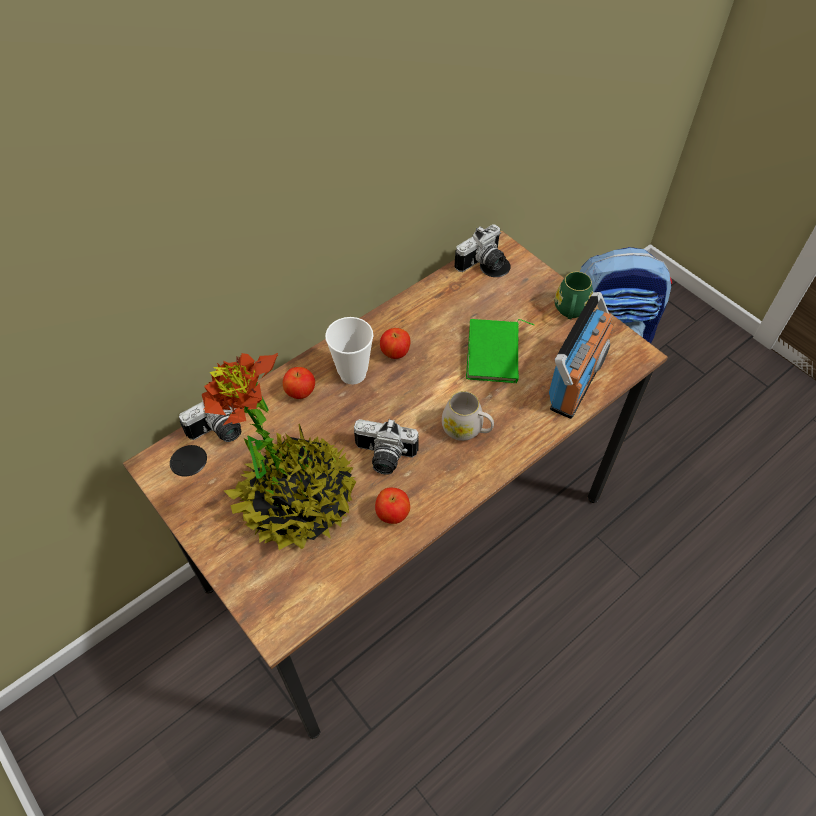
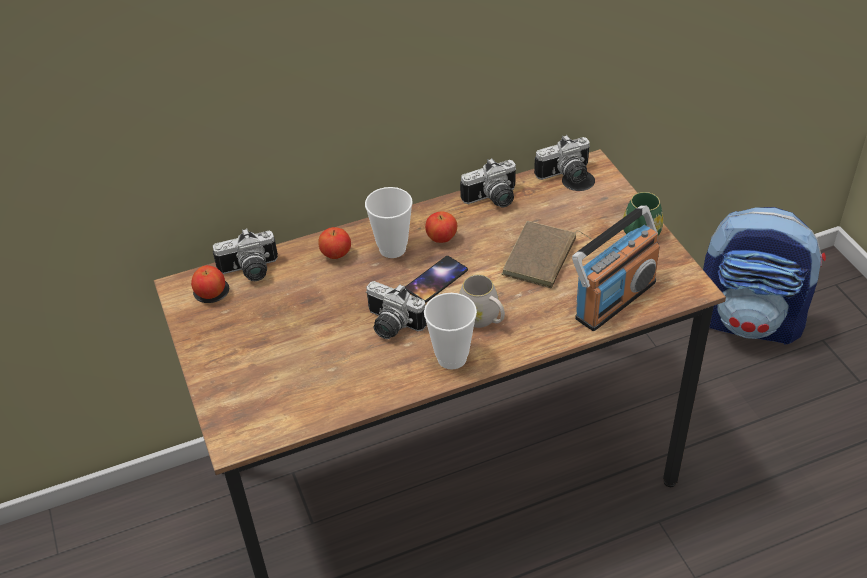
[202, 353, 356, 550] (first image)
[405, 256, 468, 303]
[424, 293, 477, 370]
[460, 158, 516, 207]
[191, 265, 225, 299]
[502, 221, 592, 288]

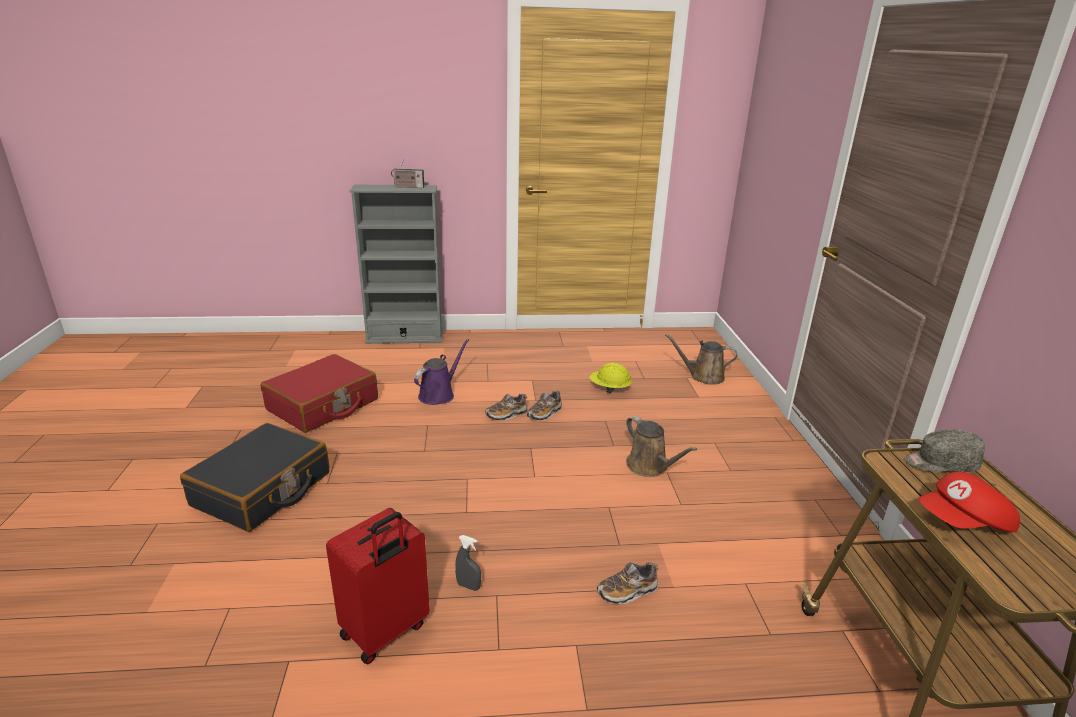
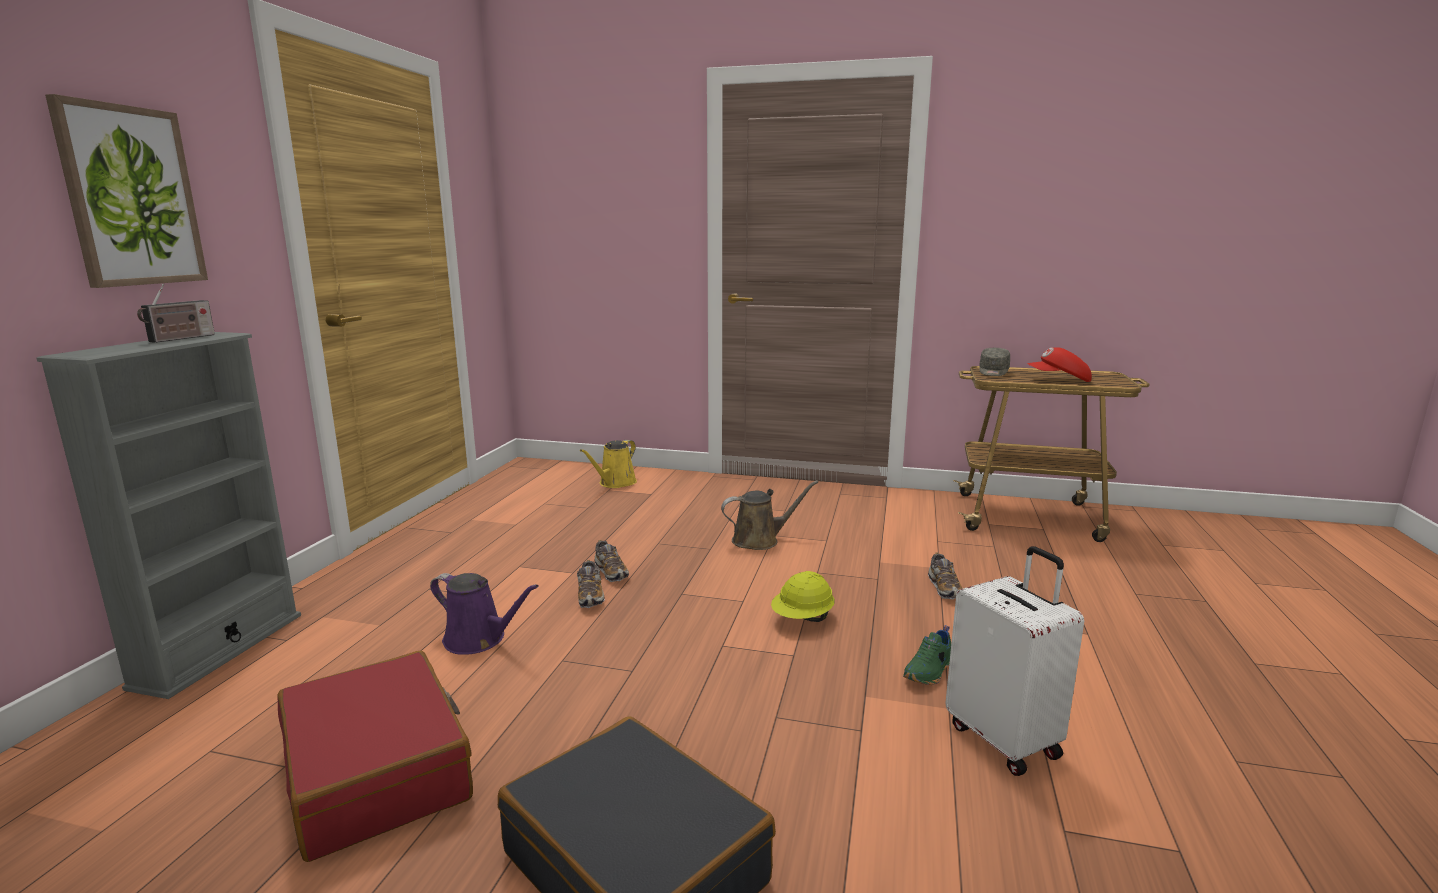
[45, 94, 208, 288]
[771, 571, 835, 622]
[903, 625, 951, 685]
[946, 546, 1084, 776]
[580, 440, 637, 488]
[430, 573, 539, 655]
[1027, 347, 1092, 382]

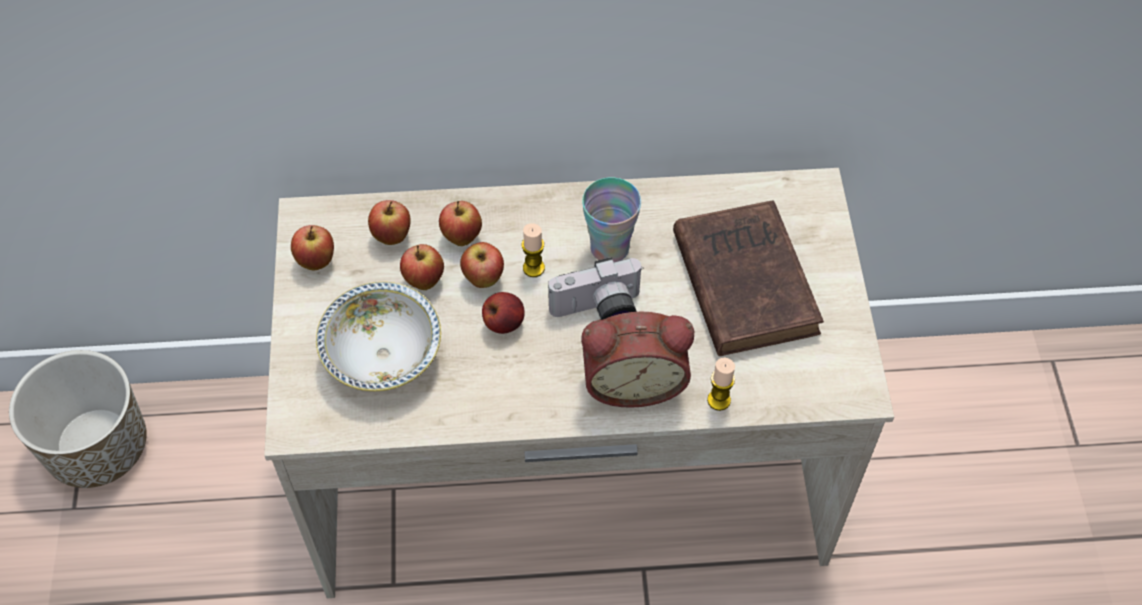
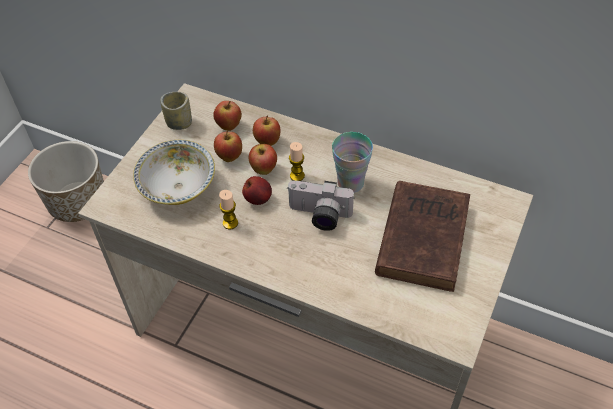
[581, 312, 694, 408] (first image)
[219, 190, 238, 229]
[160, 92, 192, 130]

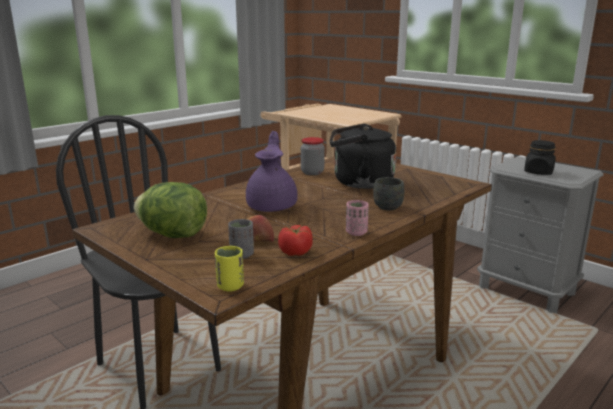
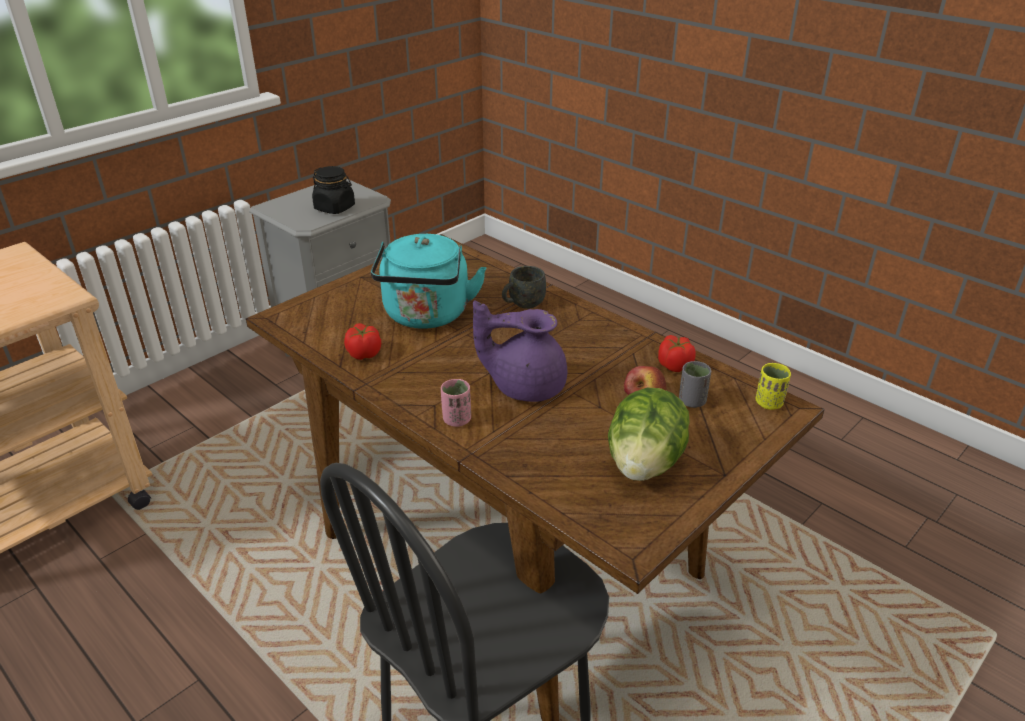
[441, 379, 471, 427]
[344, 323, 381, 360]
[371, 234, 487, 329]

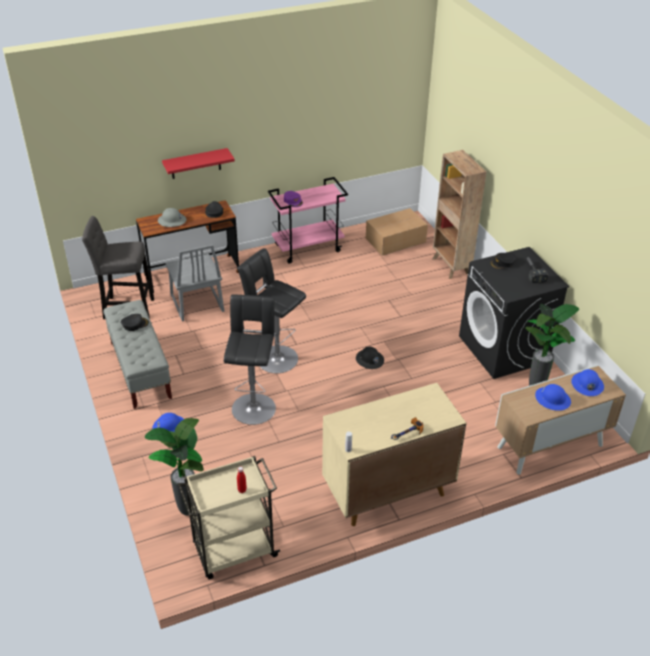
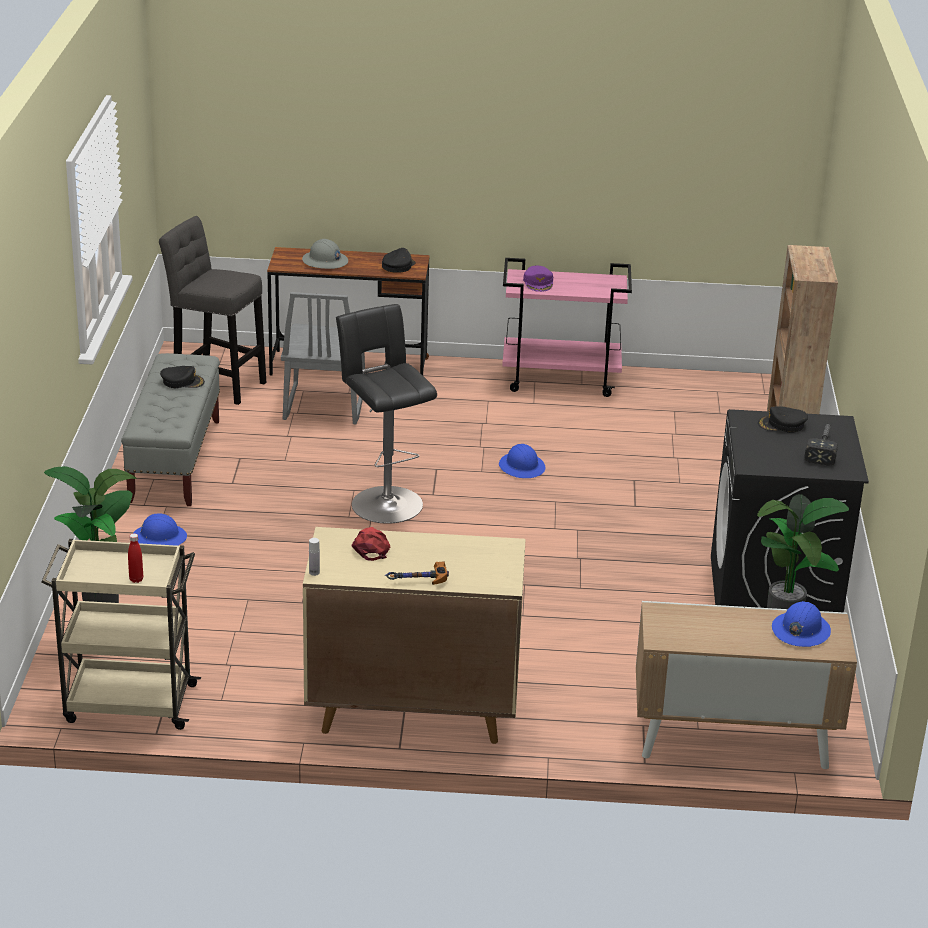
[162, 148, 235, 179] (first image)
[224, 295, 276, 425] (first image)
[356, 346, 384, 369] (first image)
[366, 208, 428, 256] (first image)
[351, 527, 390, 561]
[499, 444, 546, 478]

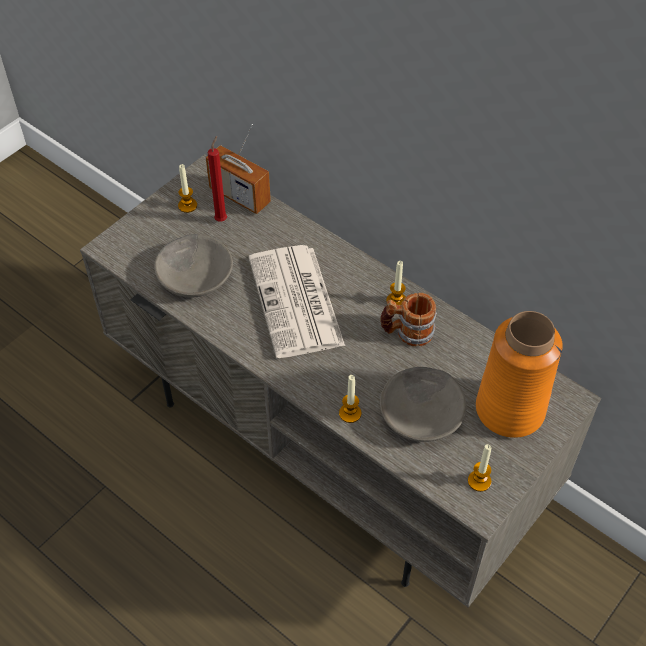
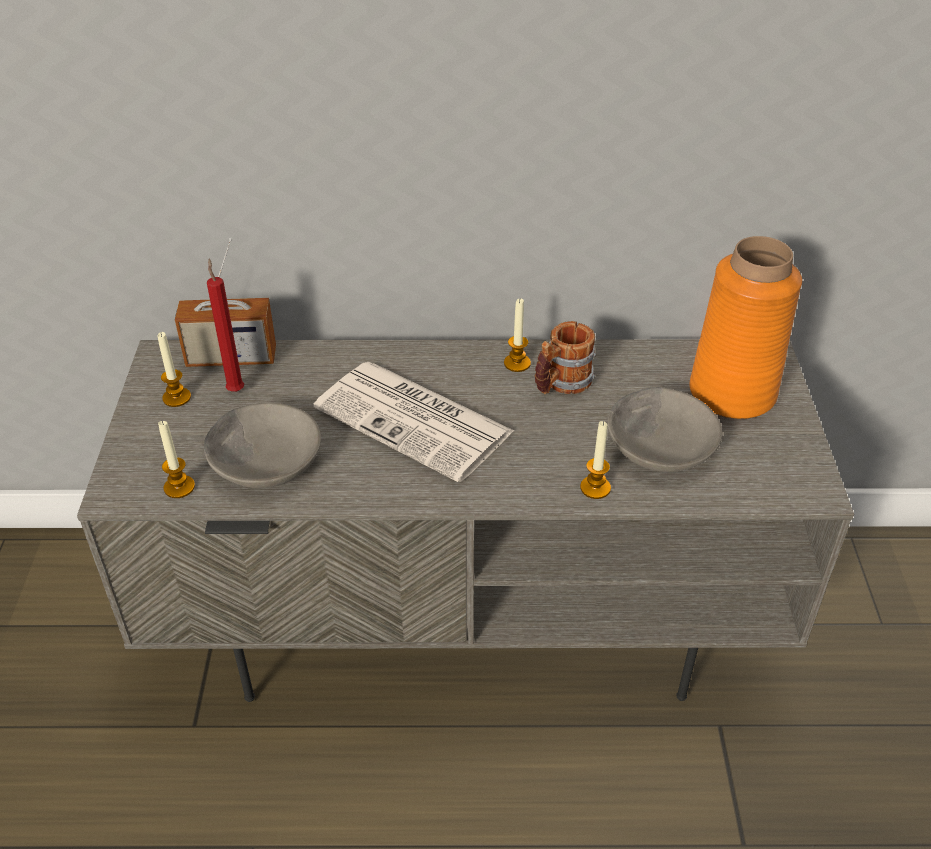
[158, 421, 195, 498]

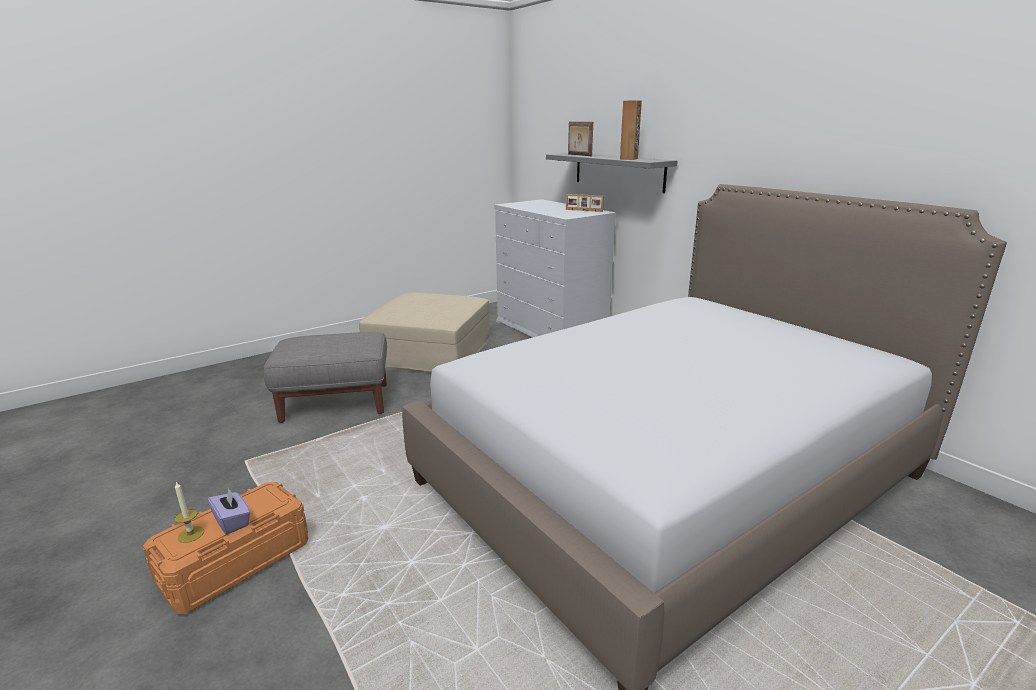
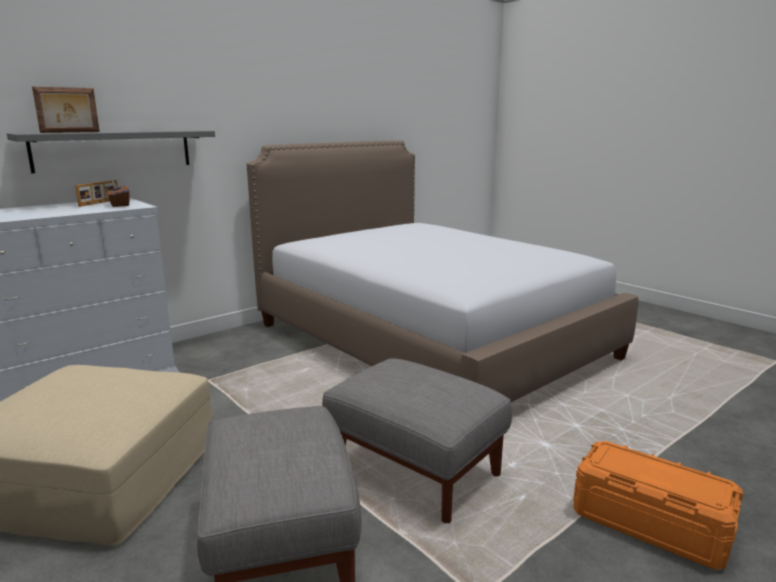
[174, 482, 204, 543] (first image)
[208, 488, 250, 535] (first image)
[620, 100, 642, 160] (first image)
[106, 181, 130, 207]
[322, 358, 512, 523]

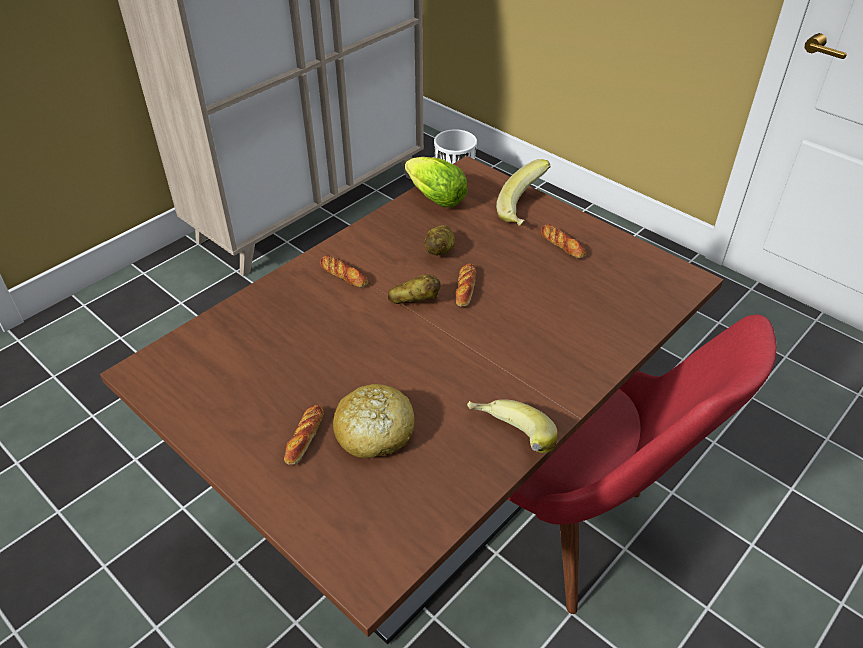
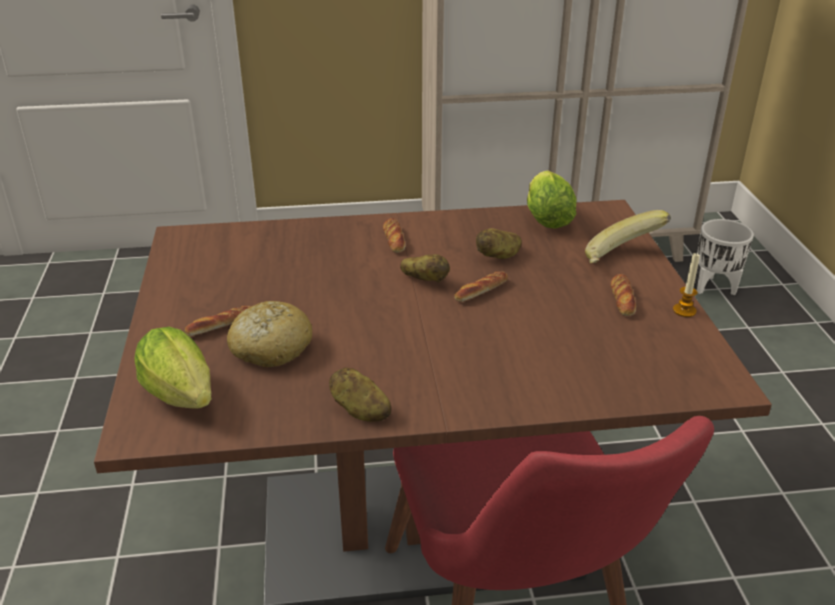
[134, 327, 212, 408]
[673, 252, 700, 317]
[329, 367, 391, 422]

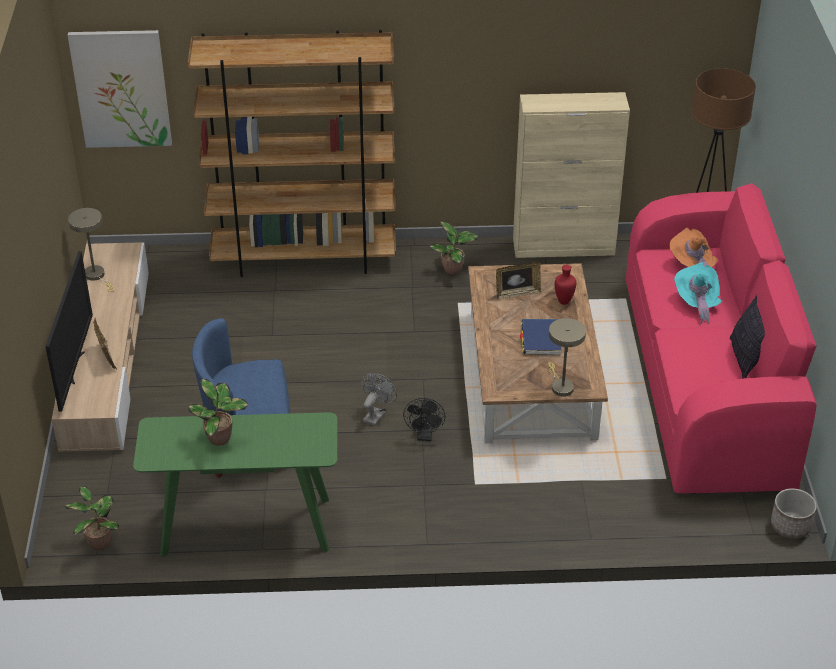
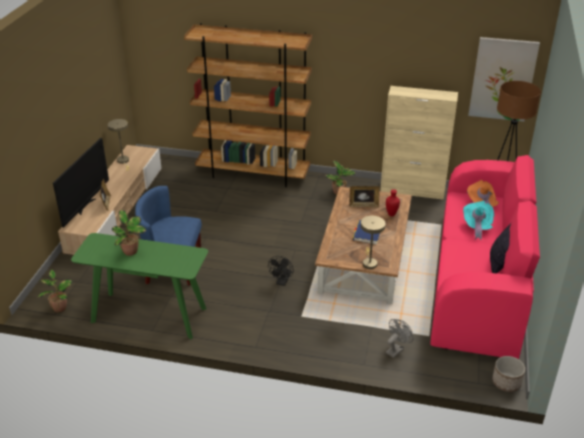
[468, 37, 540, 121]
[386, 319, 413, 358]

